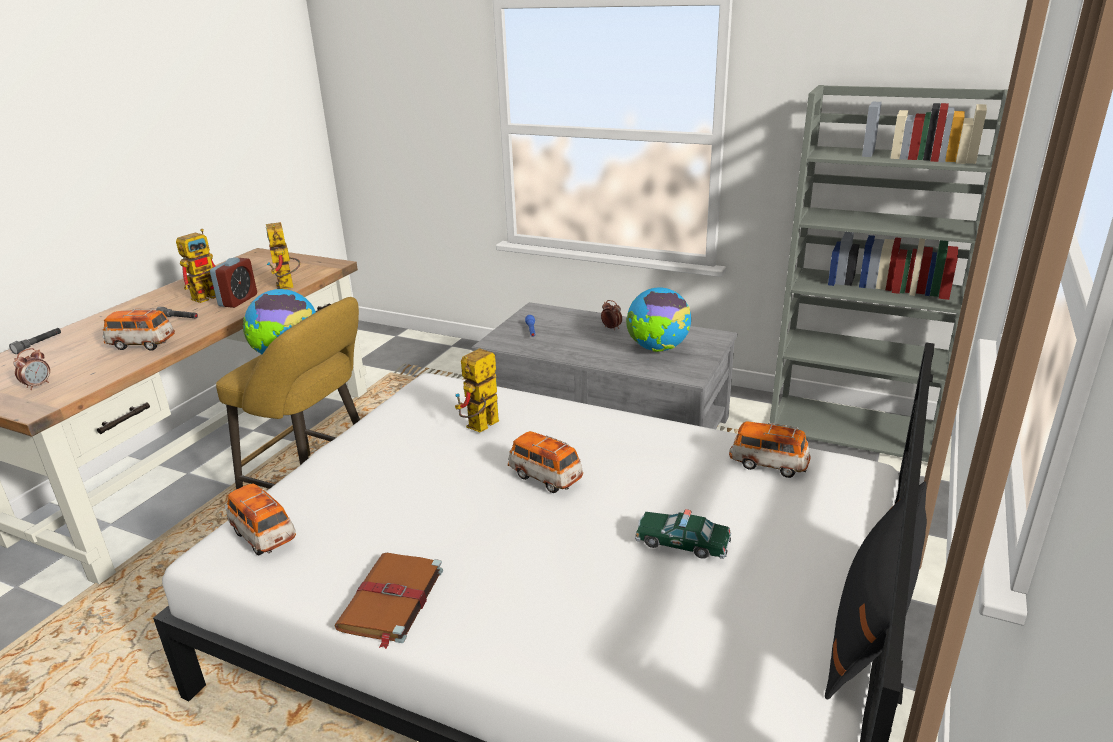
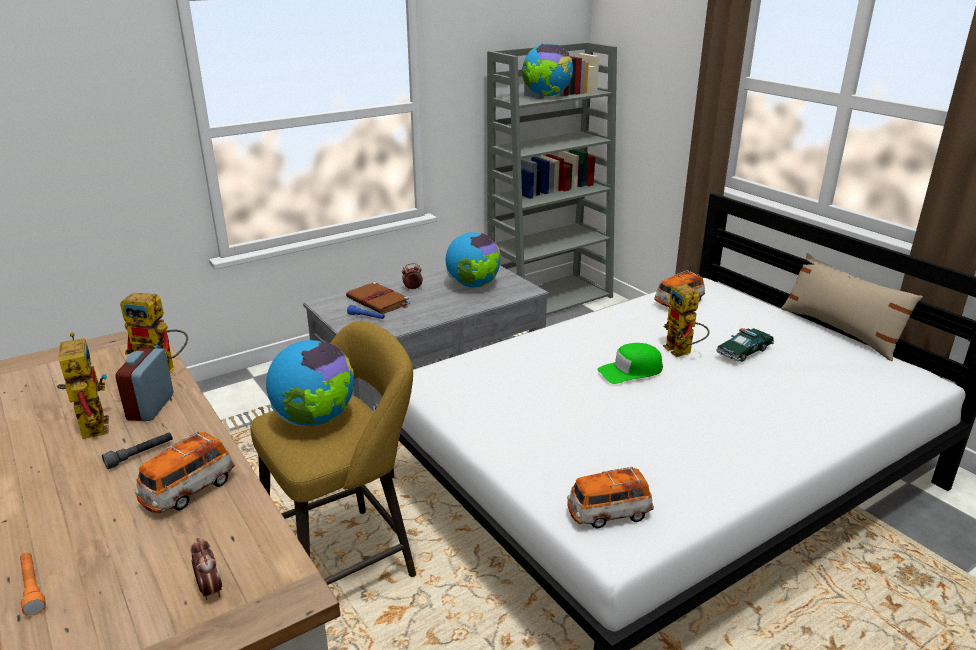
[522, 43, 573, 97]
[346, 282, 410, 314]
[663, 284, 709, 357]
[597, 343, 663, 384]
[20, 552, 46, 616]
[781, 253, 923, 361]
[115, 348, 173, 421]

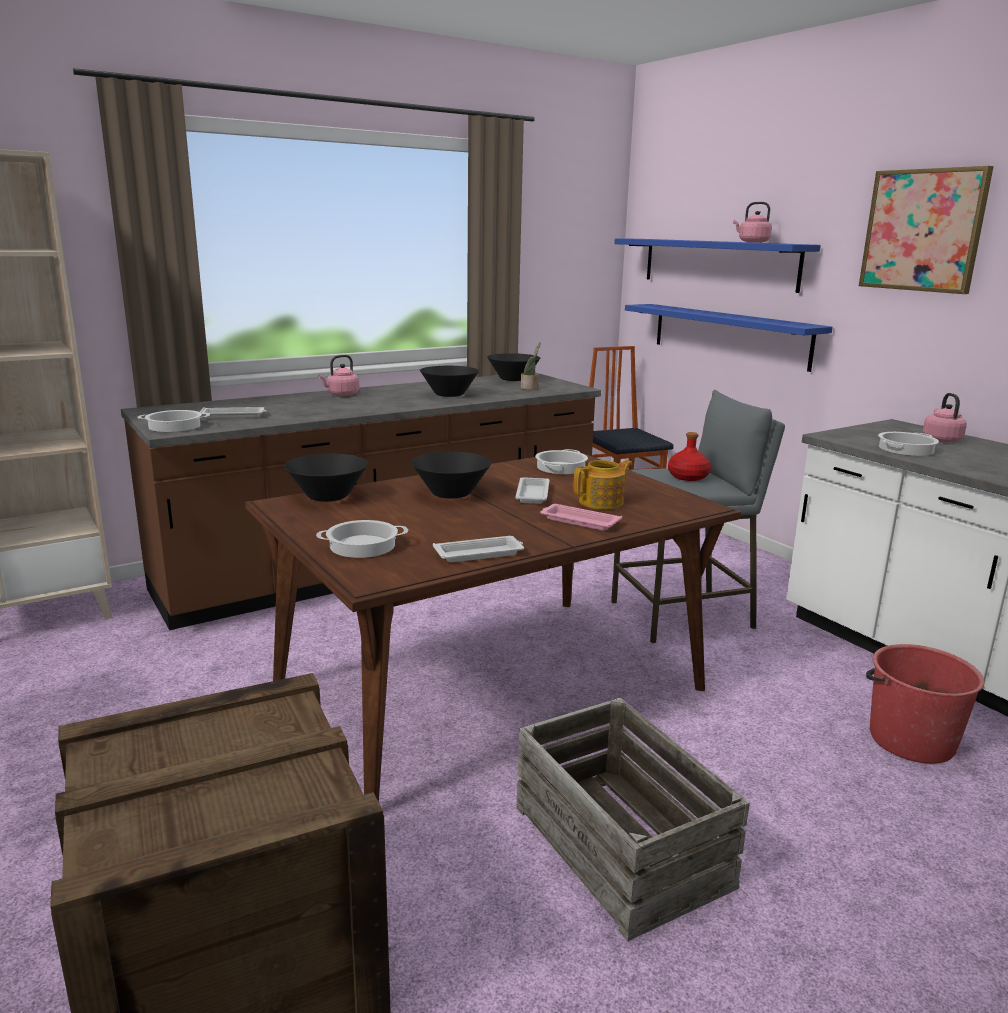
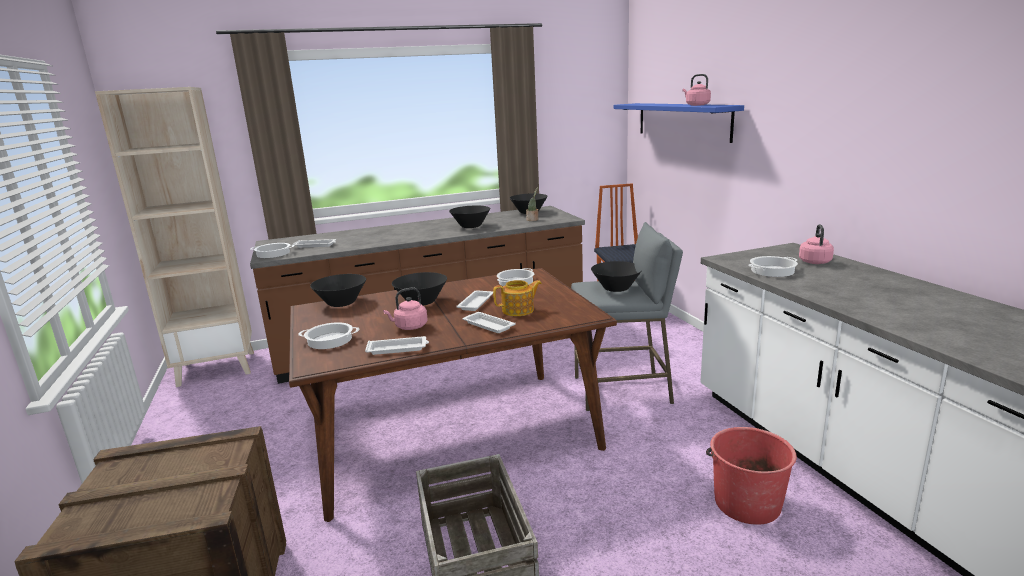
[625, 304, 833, 372] (first image)
[859, 166, 994, 294] (first image)
[383, 287, 428, 330]
[591, 261, 641, 292]
[463, 312, 516, 333]

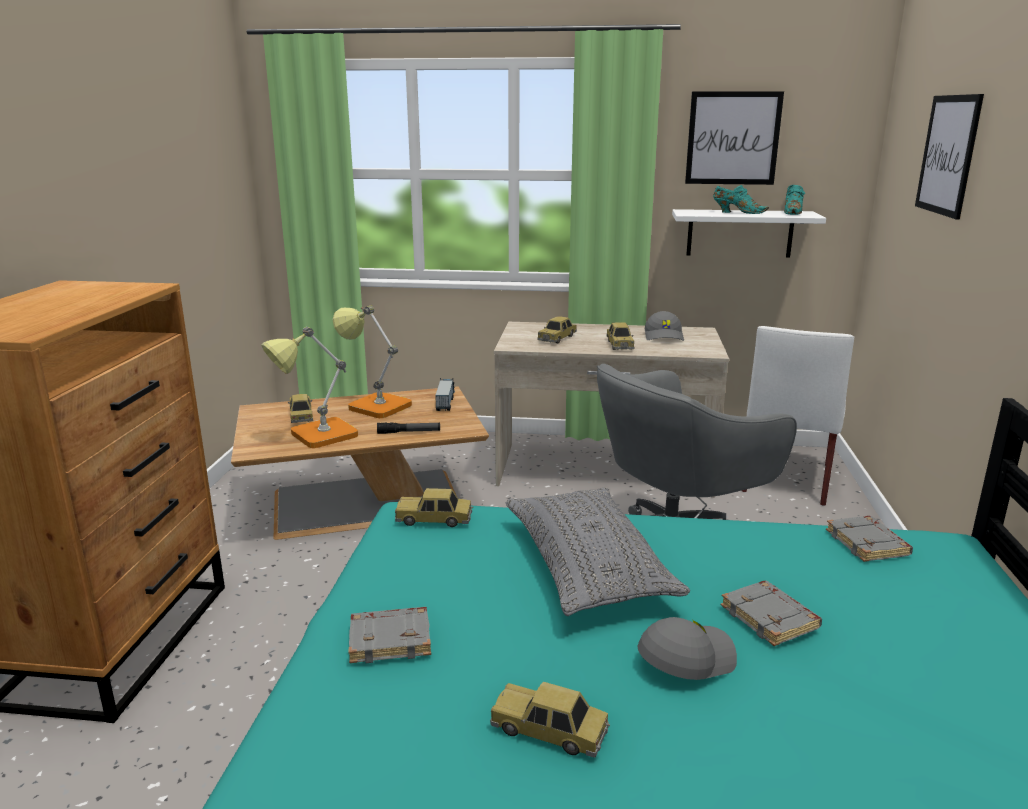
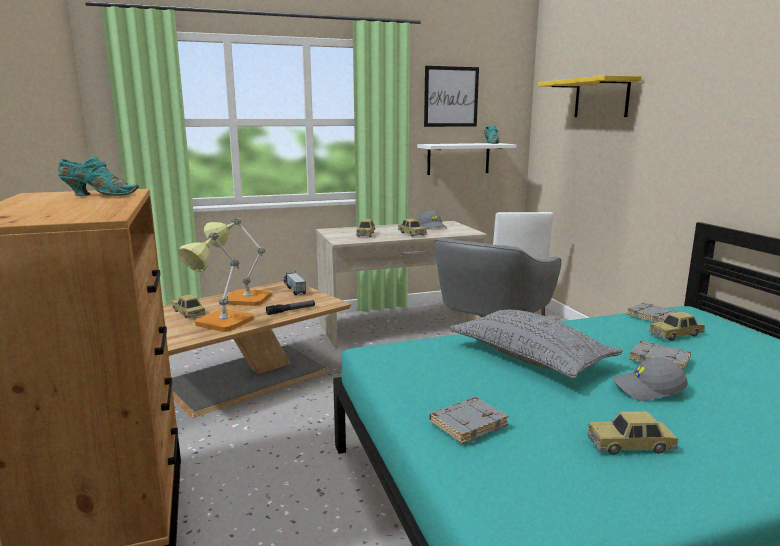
[649, 312, 705, 341]
[58, 156, 139, 196]
[538, 75, 642, 117]
[612, 357, 688, 401]

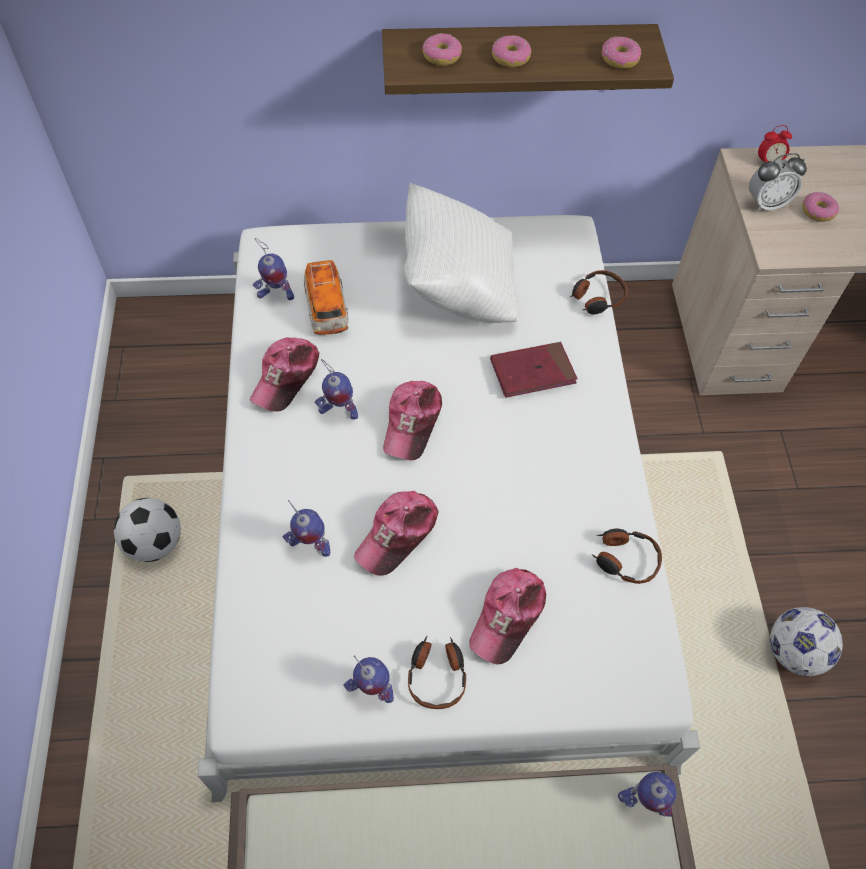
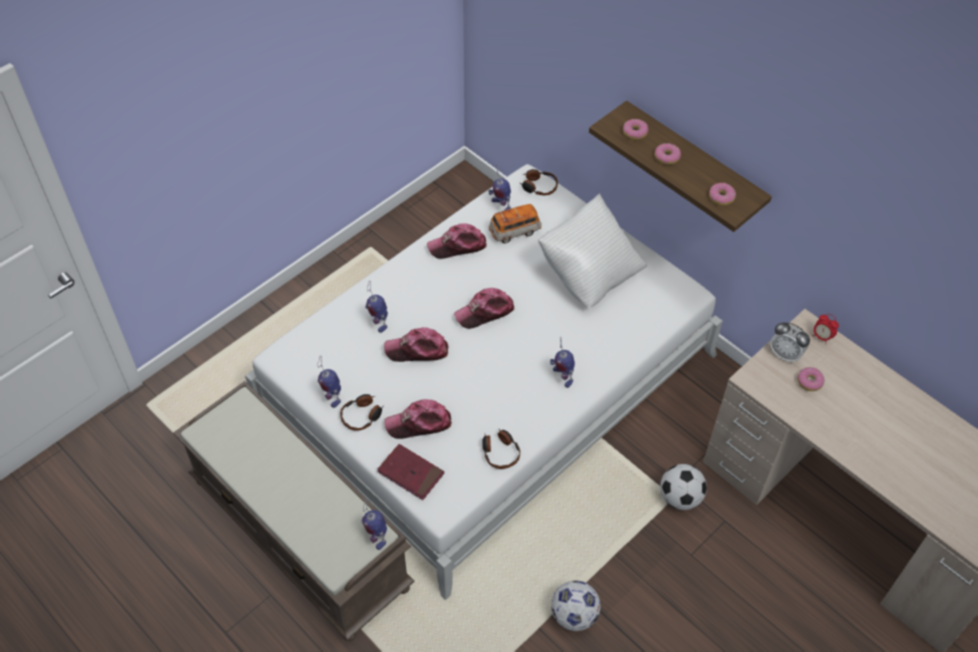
[660, 464, 707, 510]
[550, 337, 575, 388]
[377, 444, 444, 500]
[520, 169, 558, 196]
[489, 204, 542, 244]

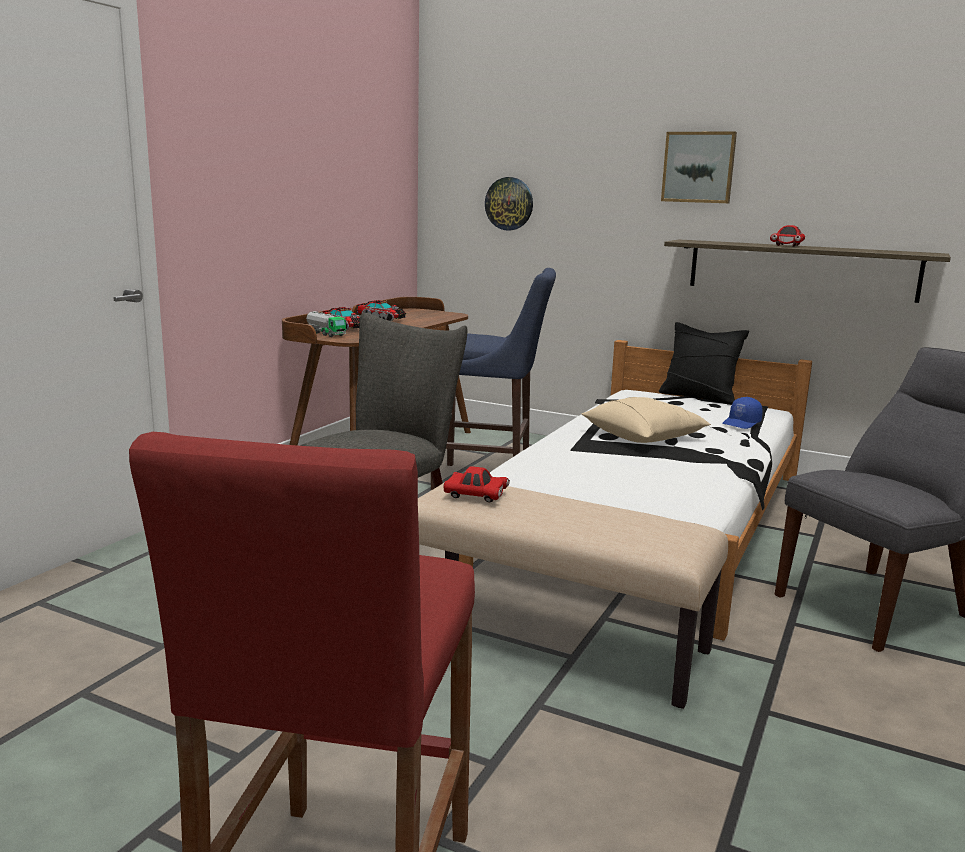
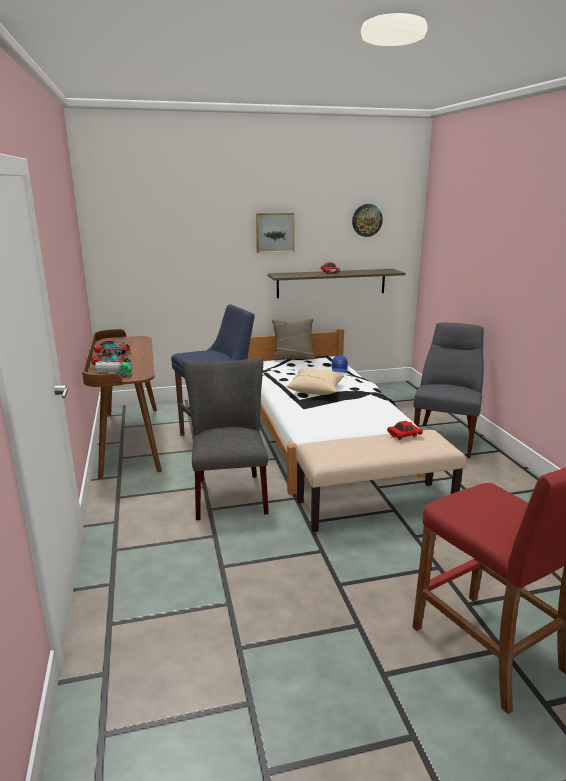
[387, 421, 423, 440]
[352, 204, 383, 237]
[272, 318, 315, 360]

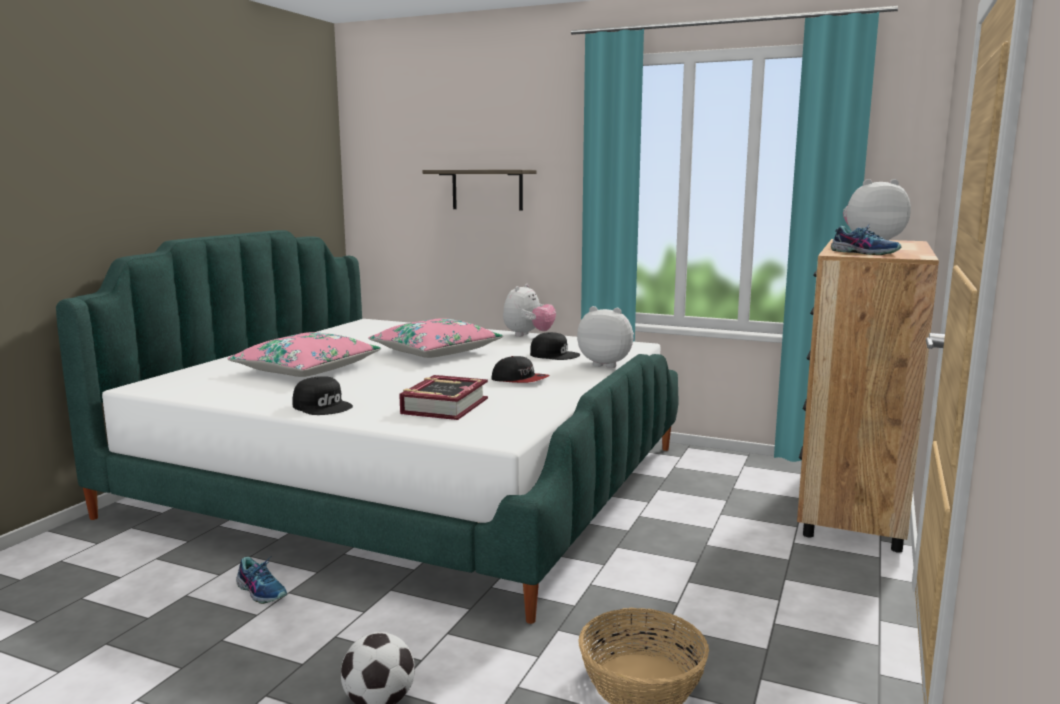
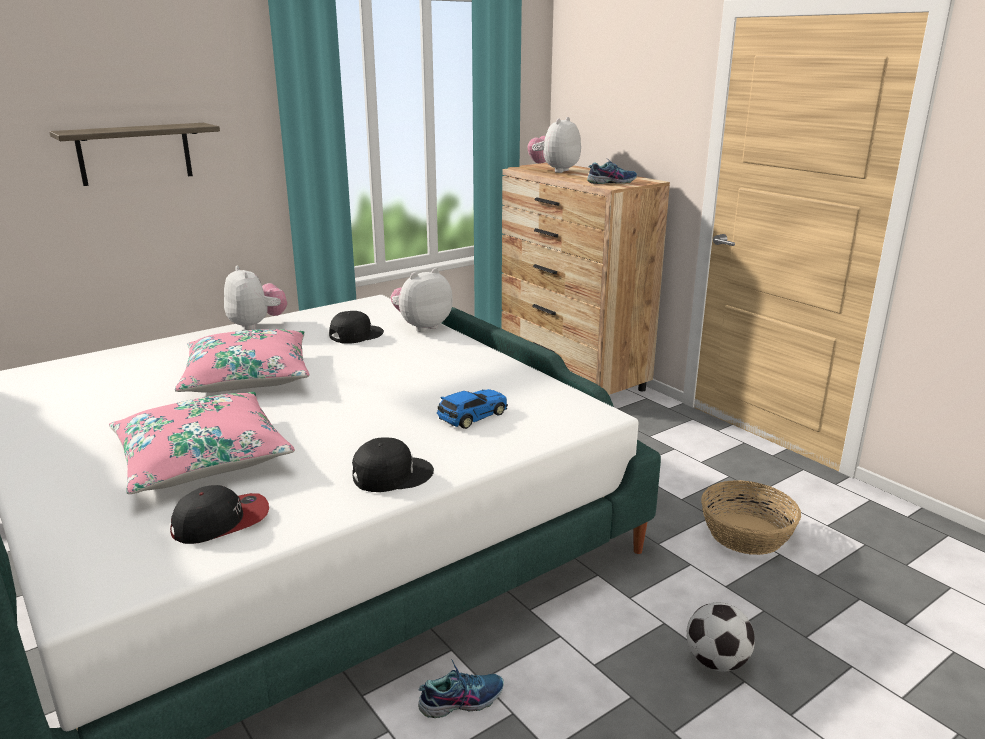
[170, 485, 269, 544]
[437, 389, 508, 429]

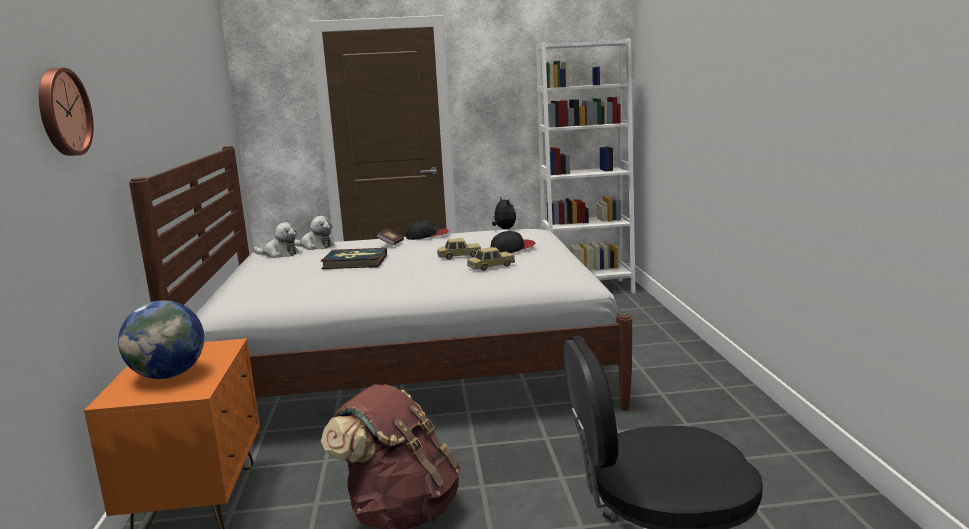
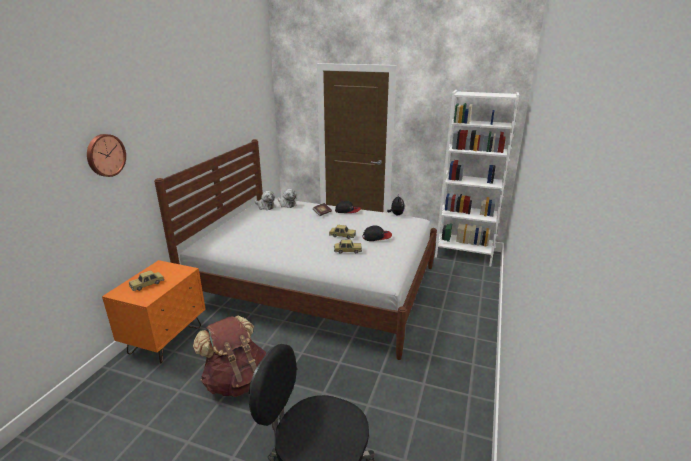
[321, 248, 387, 269] (first image)
[129, 270, 164, 291]

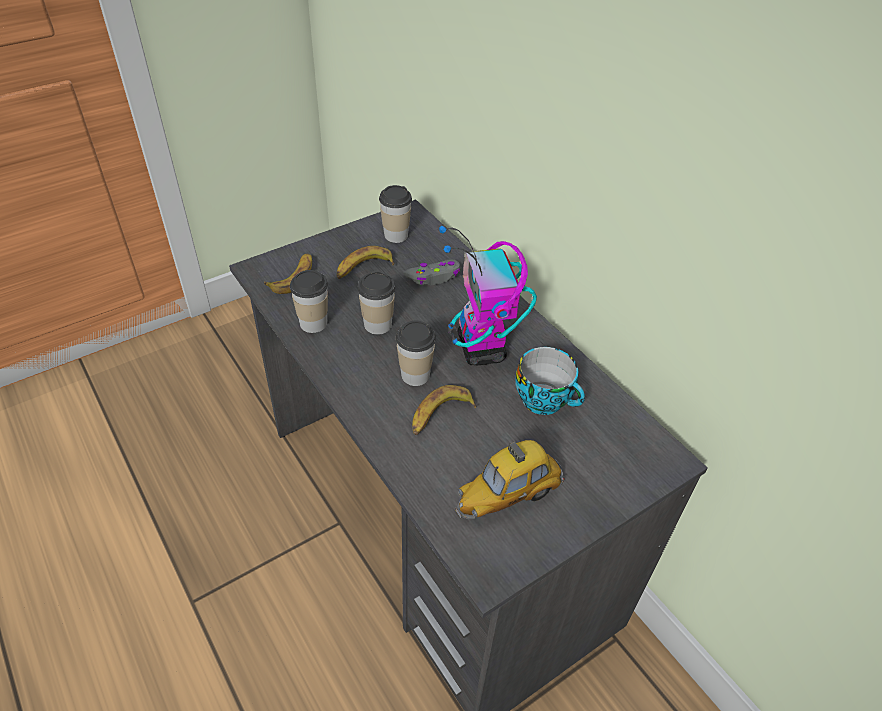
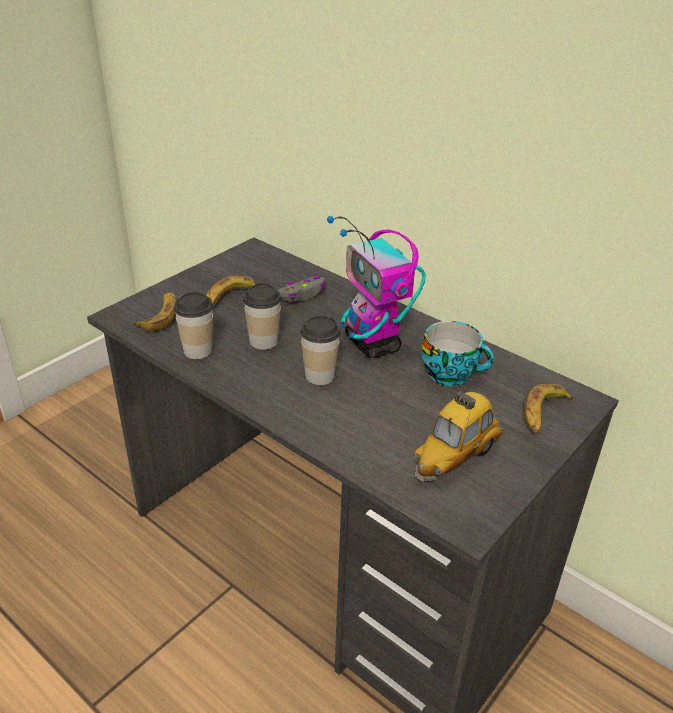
[379, 185, 412, 243] (first image)
[524, 383, 574, 434]

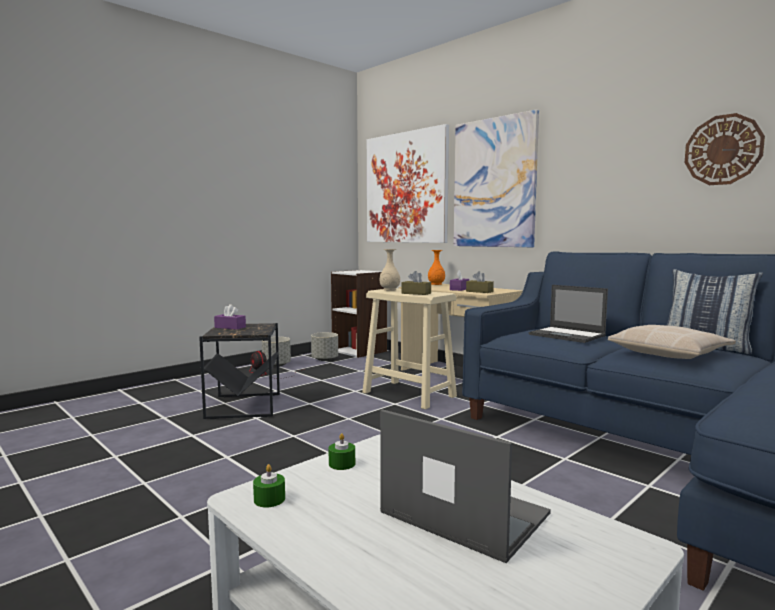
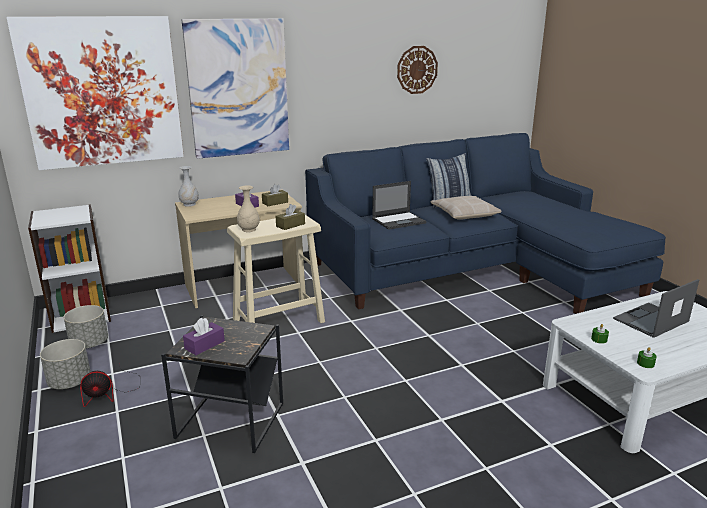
[178, 166, 199, 207]

